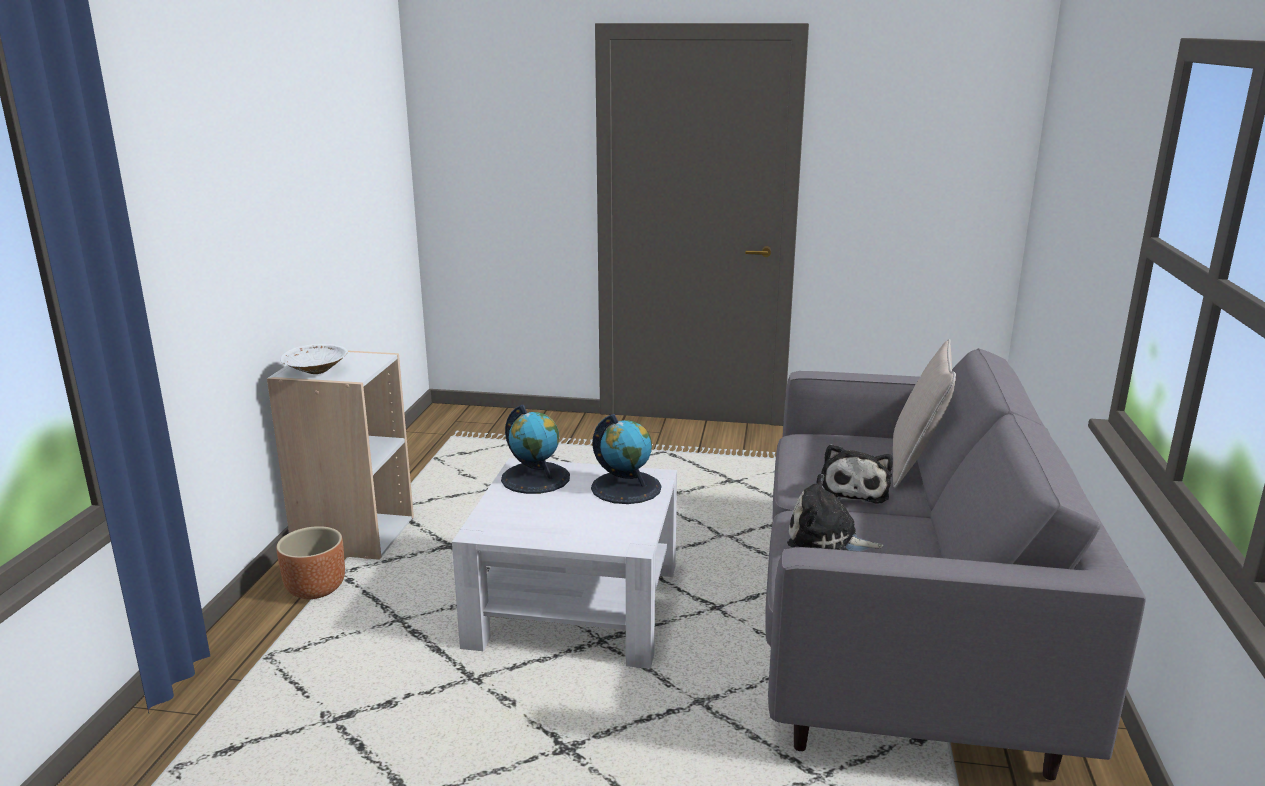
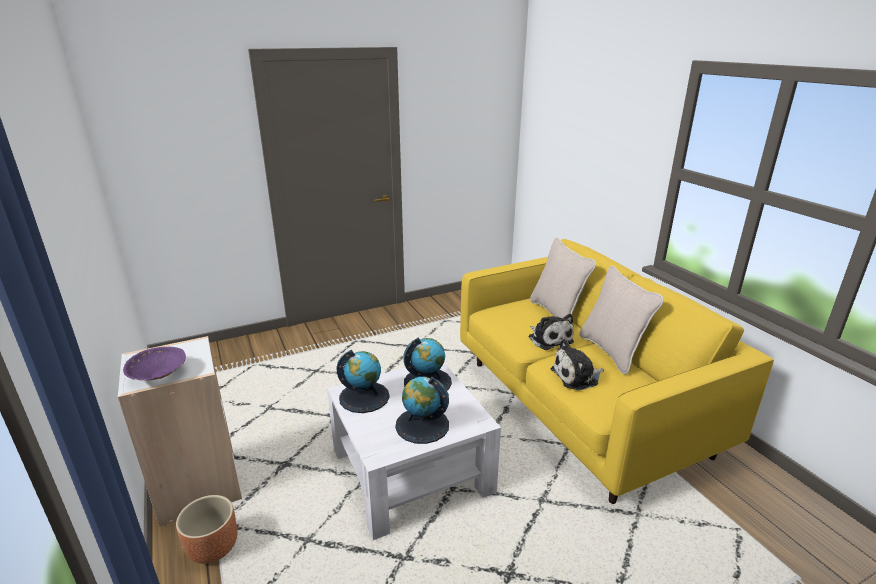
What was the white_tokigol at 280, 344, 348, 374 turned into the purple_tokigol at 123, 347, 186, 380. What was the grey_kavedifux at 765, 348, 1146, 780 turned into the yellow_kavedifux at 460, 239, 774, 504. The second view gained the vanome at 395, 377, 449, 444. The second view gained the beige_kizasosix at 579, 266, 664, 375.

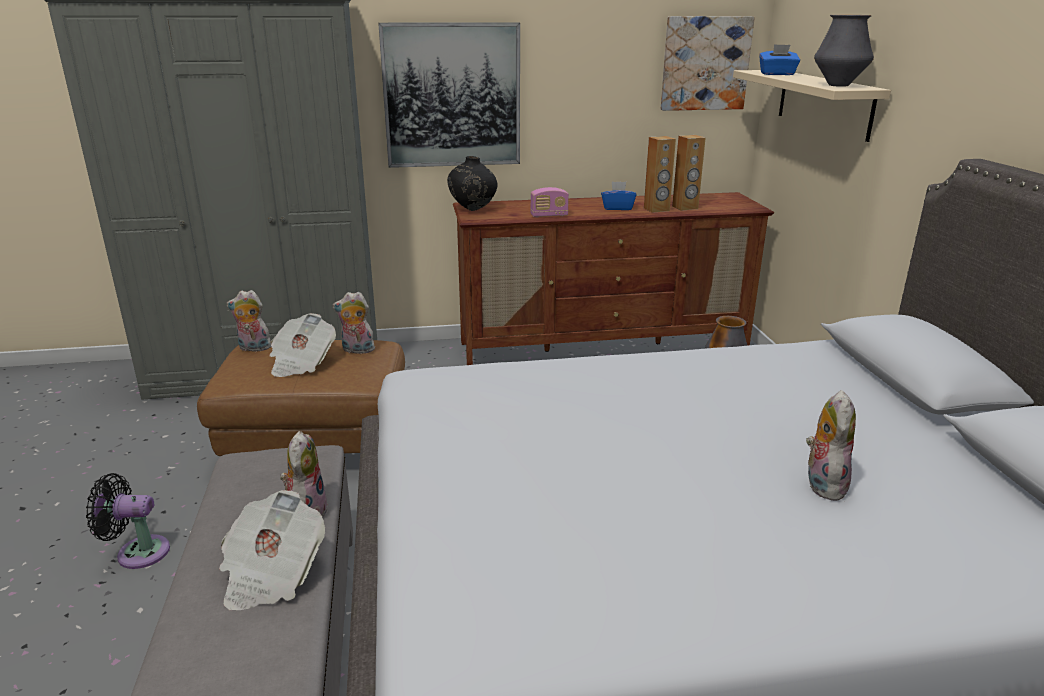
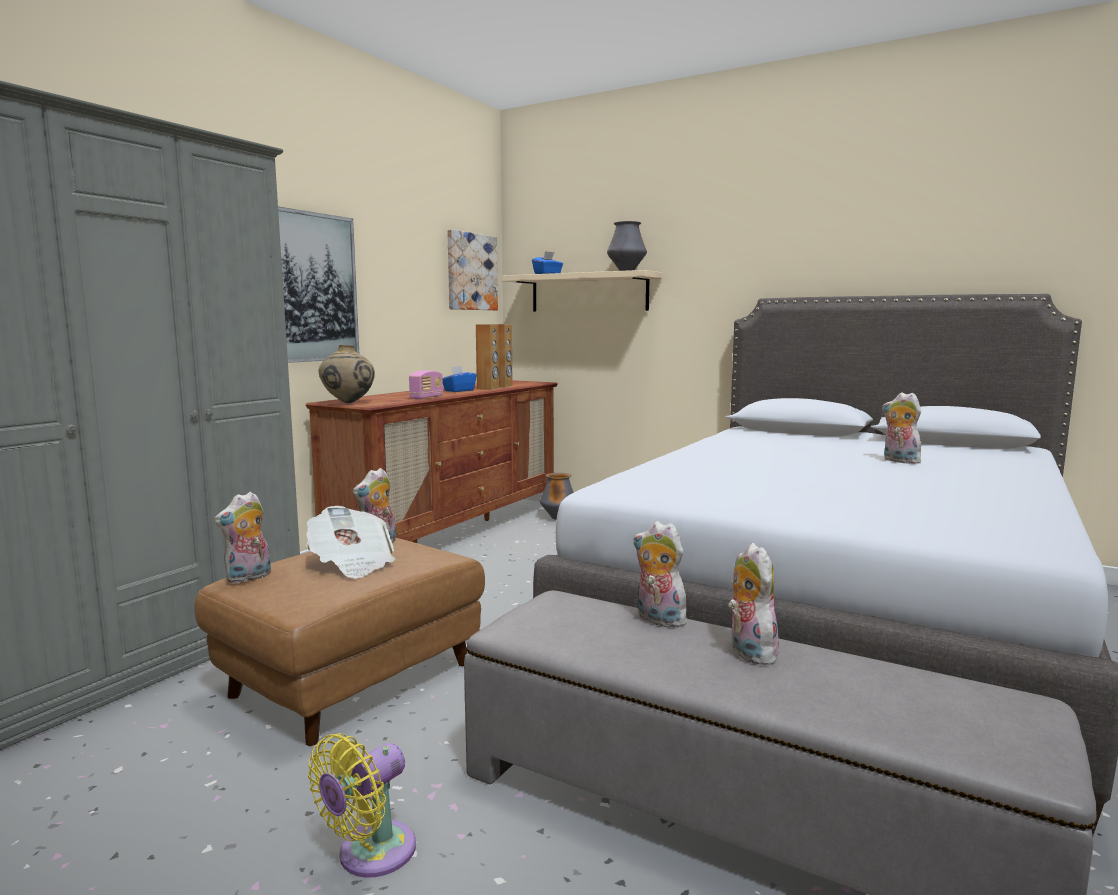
What was the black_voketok at 86, 473, 170, 569 turned into the yellow_voketok at 308, 733, 416, 878. Where the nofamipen stood at 219, 490, 325, 610, the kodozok came to stand at 728, 543, 779, 665. What was the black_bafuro at 447, 156, 498, 211 turned into the beige_bafuro at 319, 345, 375, 403.

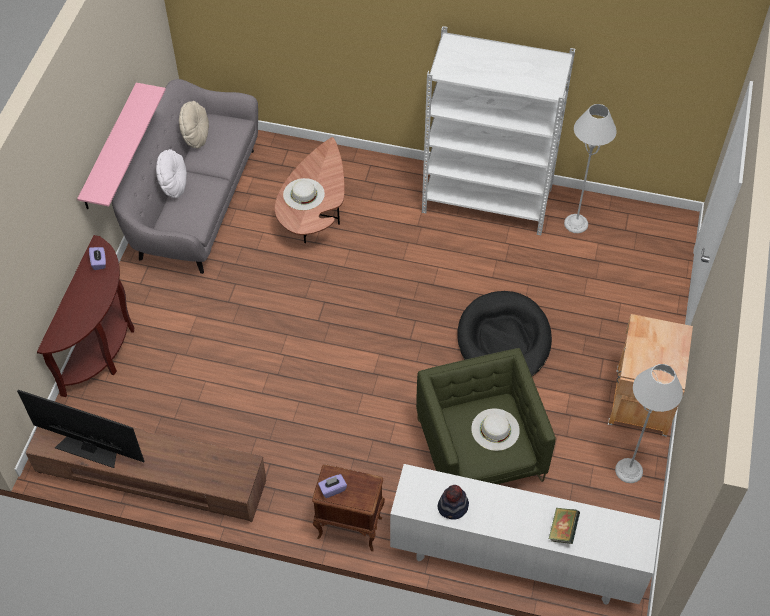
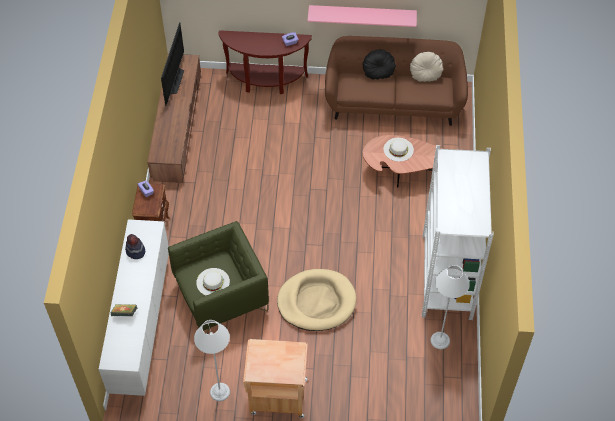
What was the grey_kavedifux at 112, 79, 258, 274 turned into the brown_kavedifux at 325, 36, 468, 126. What was the white_kizasosix at 156, 149, 187, 198 turned into the black_kizasosix at 363, 49, 396, 79. What was the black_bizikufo at 457, 291, 552, 376 turned into the beige_bizikufo at 277, 269, 357, 331.

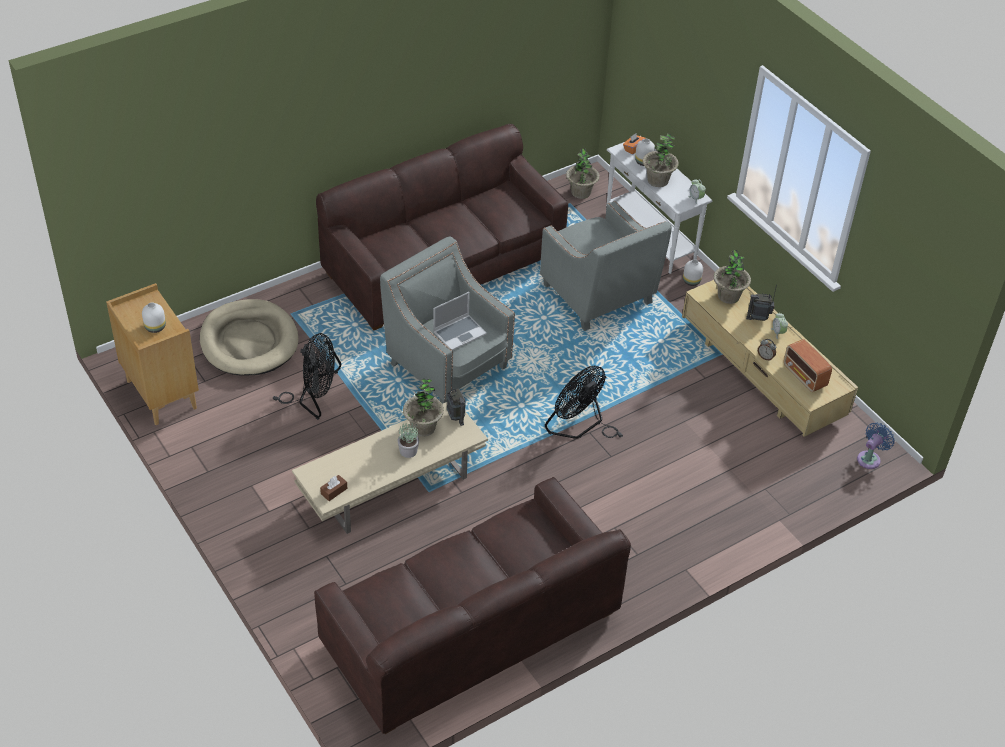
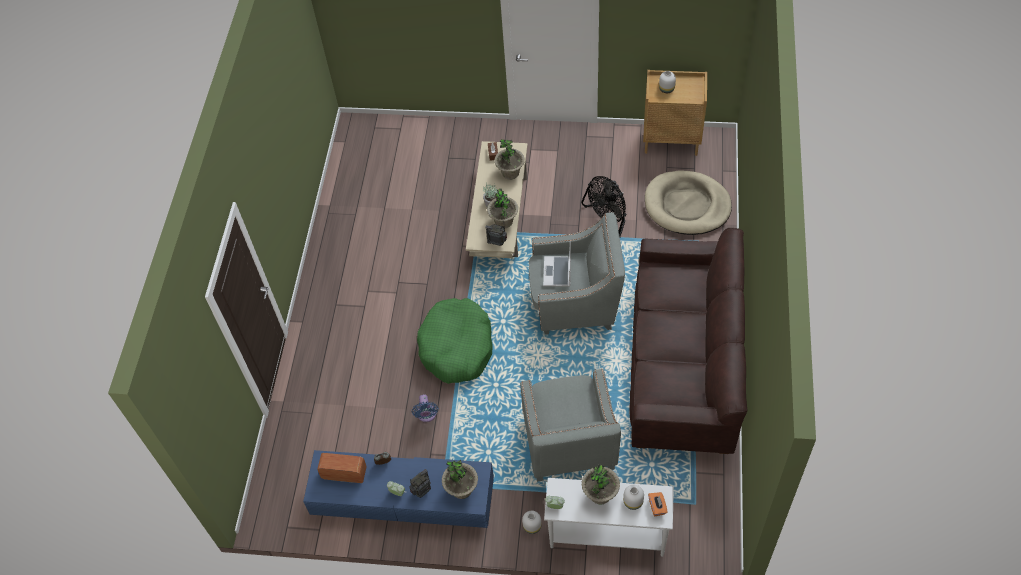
The second view lost the brown_kavedifux at 314, 477, 631, 734. The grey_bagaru at 540, 201, 672, 331 ended up facing another way, 105 degrees counterclockwise from before. Where the black_voketok stood at 545, 366, 623, 439, the green_bizikufo came to stand at 417, 298, 492, 384. The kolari ended up elsewhere, having gone from 566, 149, 599, 199 to 494, 139, 525, 179. What was the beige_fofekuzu at 682, 280, 858, 437 turned into the blue_fofekuzu at 303, 450, 494, 528. The blue_voketok ended up elsewhere, having gone from 857, 422, 895, 469 to 412, 395, 439, 422.

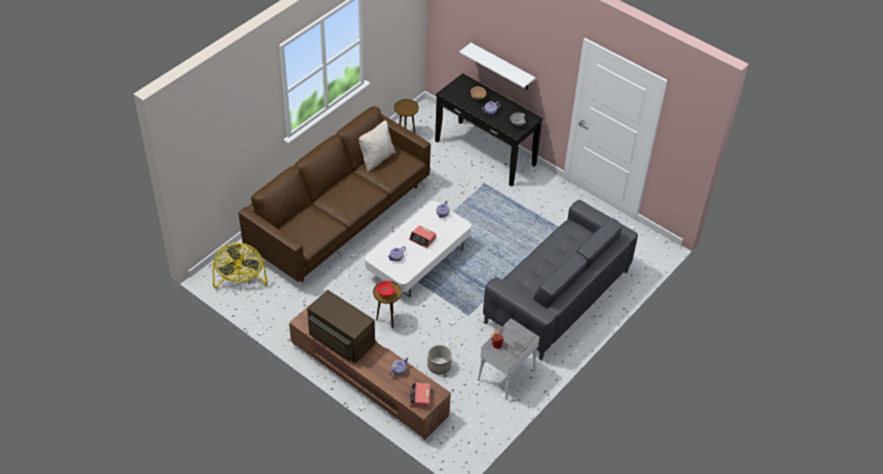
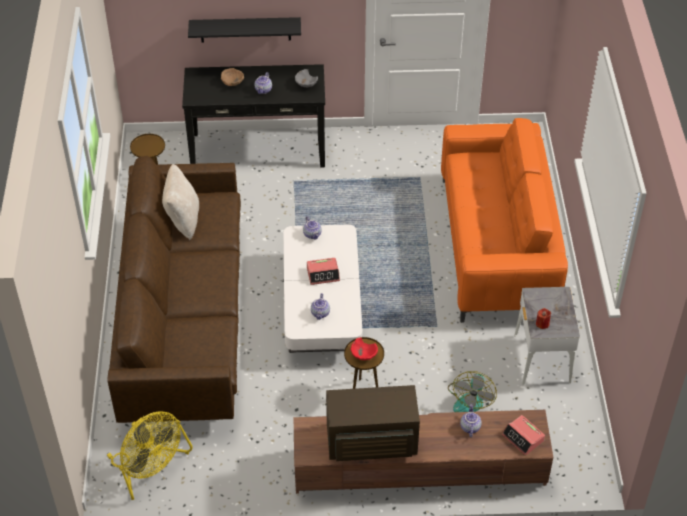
Where the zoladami stood at 427, 345, 452, 374, the voketok came to stand at 448, 371, 497, 412. What was the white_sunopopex at 459, 43, 535, 90 turned into the black_sunopopex at 188, 17, 301, 42. What was the grey_kavedifux at 483, 200, 638, 360 turned into the orange_kavedifux at 441, 118, 568, 323.

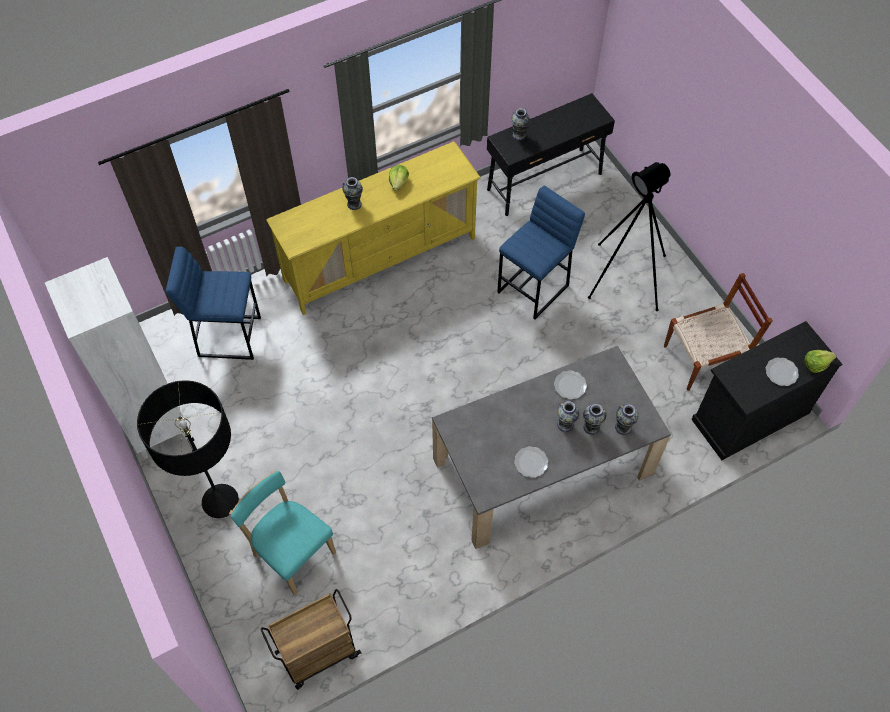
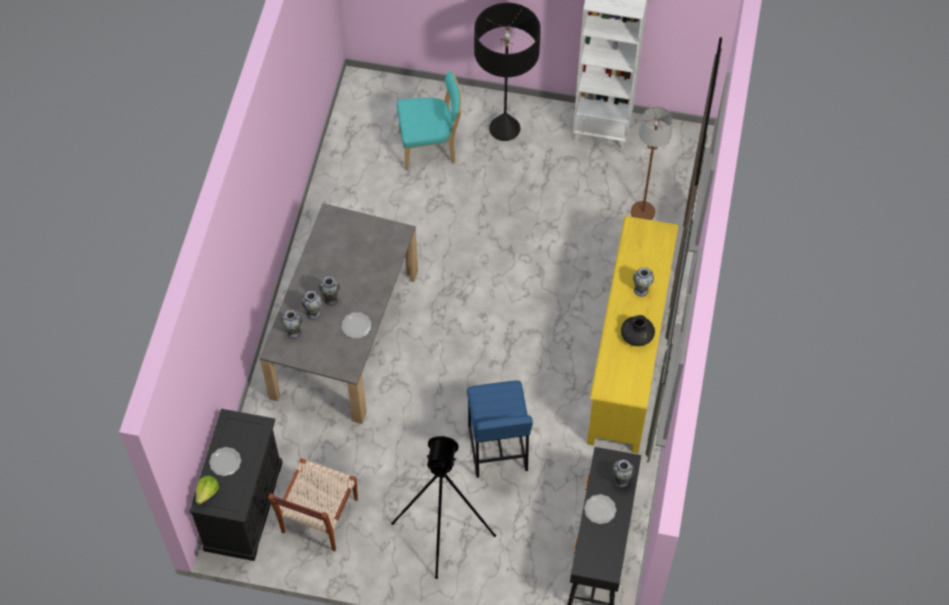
Where the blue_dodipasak stood at 166, 247, 261, 360, the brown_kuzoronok came to stand at 631, 106, 672, 220. The second view lost the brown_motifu at 261, 589, 362, 690. Where the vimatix stood at 389, 165, 409, 191, the black_bafuro came to stand at 621, 315, 655, 346. The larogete ended up elsewhere, having gone from 514, 446, 548, 478 to 584, 494, 616, 524.

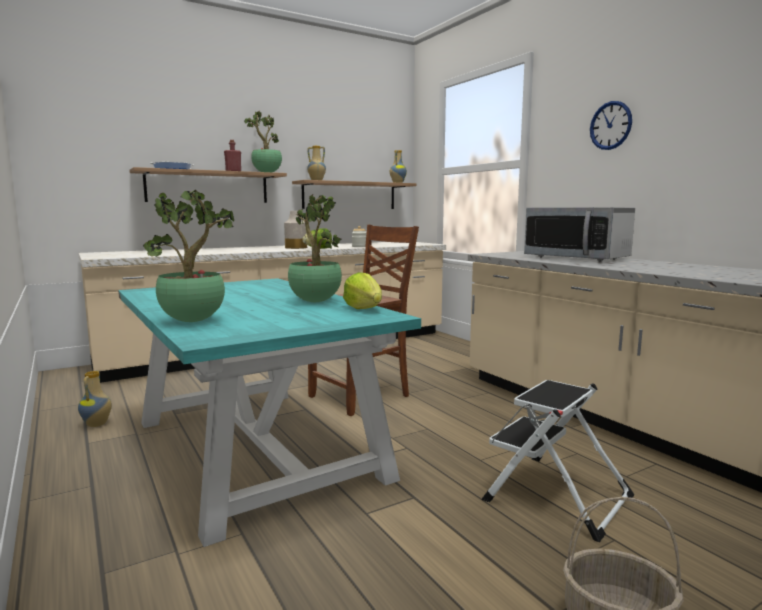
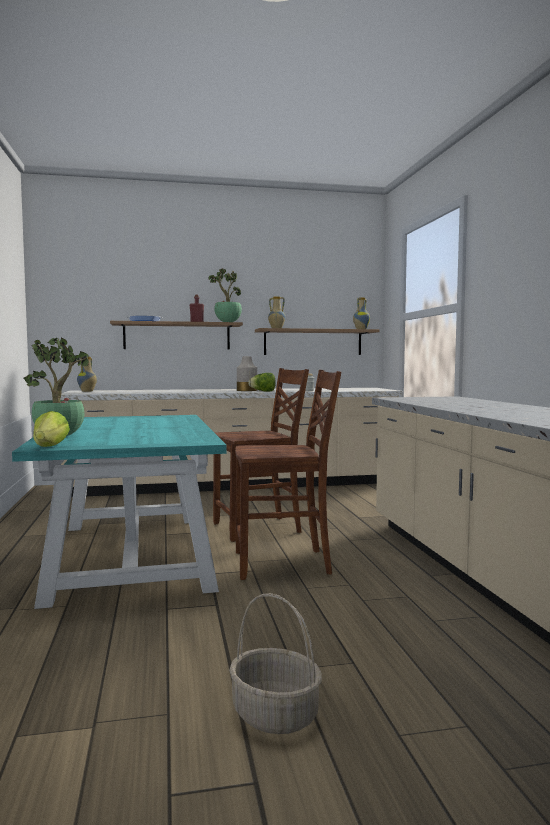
The bafuro ended up elsewhere, having gone from 78, 370, 112, 427 to 77, 357, 97, 392. The second view lost the kolari at 288, 194, 342, 302. The vimatix ended up elsewhere, having gone from 343, 272, 382, 309 to 33, 411, 70, 447. The second view lost the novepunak at 481, 380, 635, 542. The second view lost the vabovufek at 524, 207, 635, 262. The second view lost the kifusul at 590, 101, 632, 150. The second view gained the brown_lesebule at 235, 370, 341, 580.

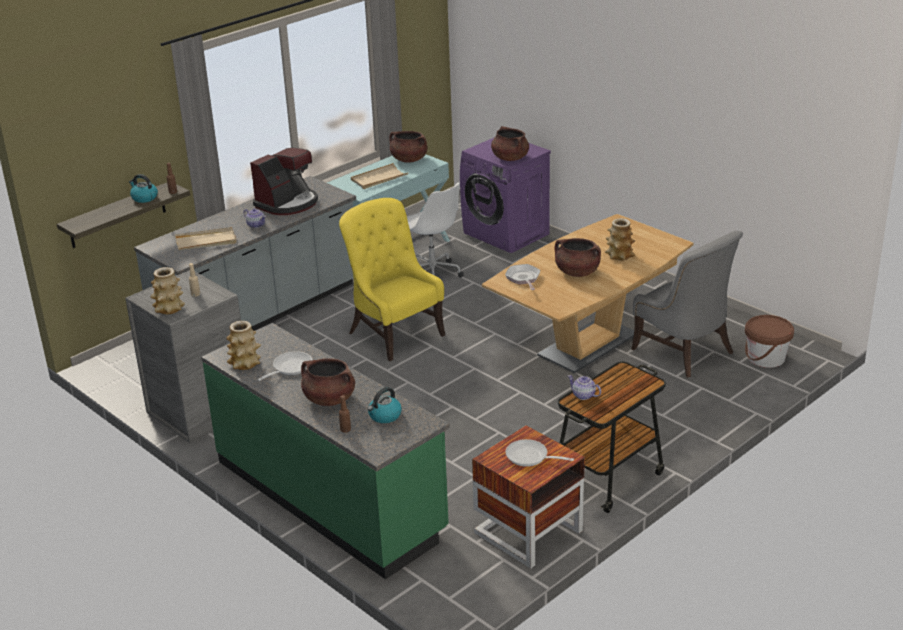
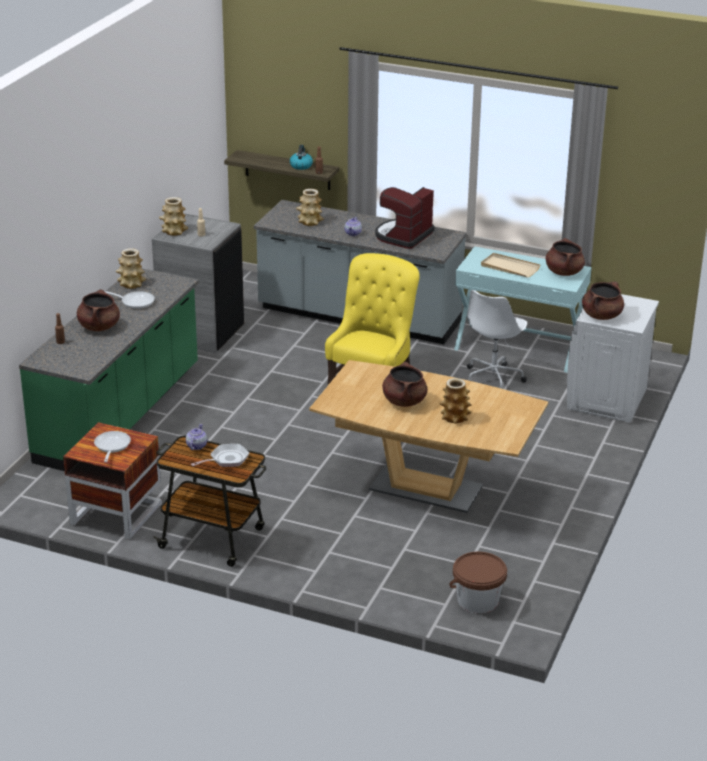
Where the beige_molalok stood at 175, 227, 237, 250, the bafuro came to stand at 296, 189, 324, 226. The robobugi at 250, 148, 318, 215 ended up facing another way, 105 degrees clockwise from before. The second view lost the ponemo at 367, 387, 402, 423. What was the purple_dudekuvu at 460, 137, 551, 253 turned into the white_dudekuvu at 567, 294, 659, 423. The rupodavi ended up elsewhere, having gone from 505, 264, 540, 290 to 191, 444, 249, 467. The second view lost the grey_lesebule at 631, 231, 743, 377.

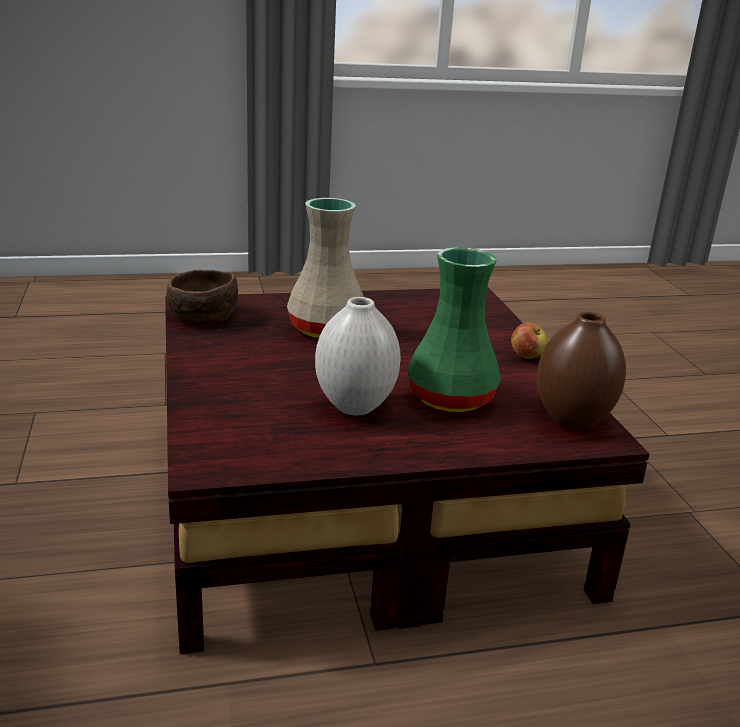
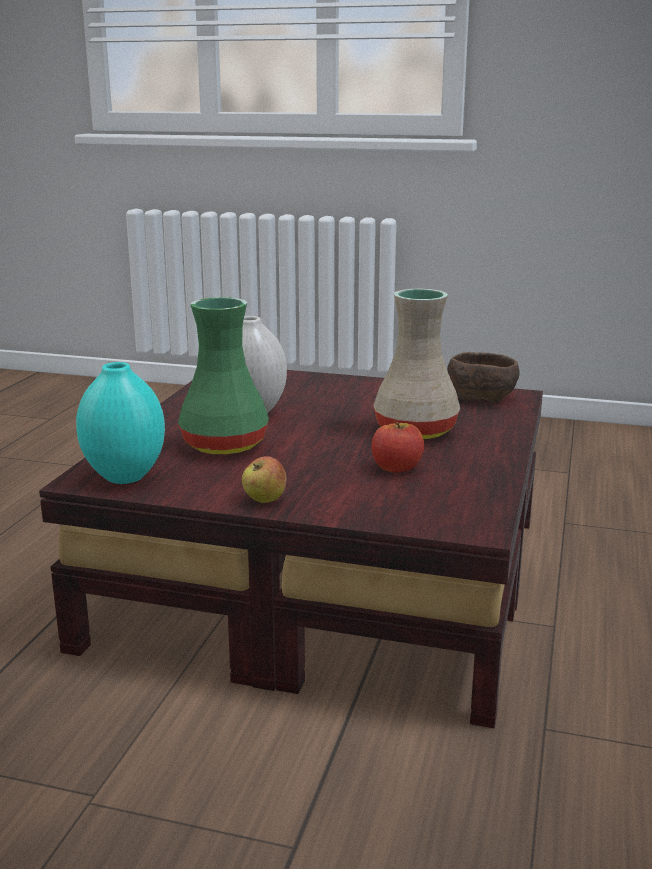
What was the brown_bafuro at 537, 312, 626, 430 turned into the turquoise_bafuro at 76, 362, 165, 484. The second view gained the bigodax at 372, 422, 424, 472.

